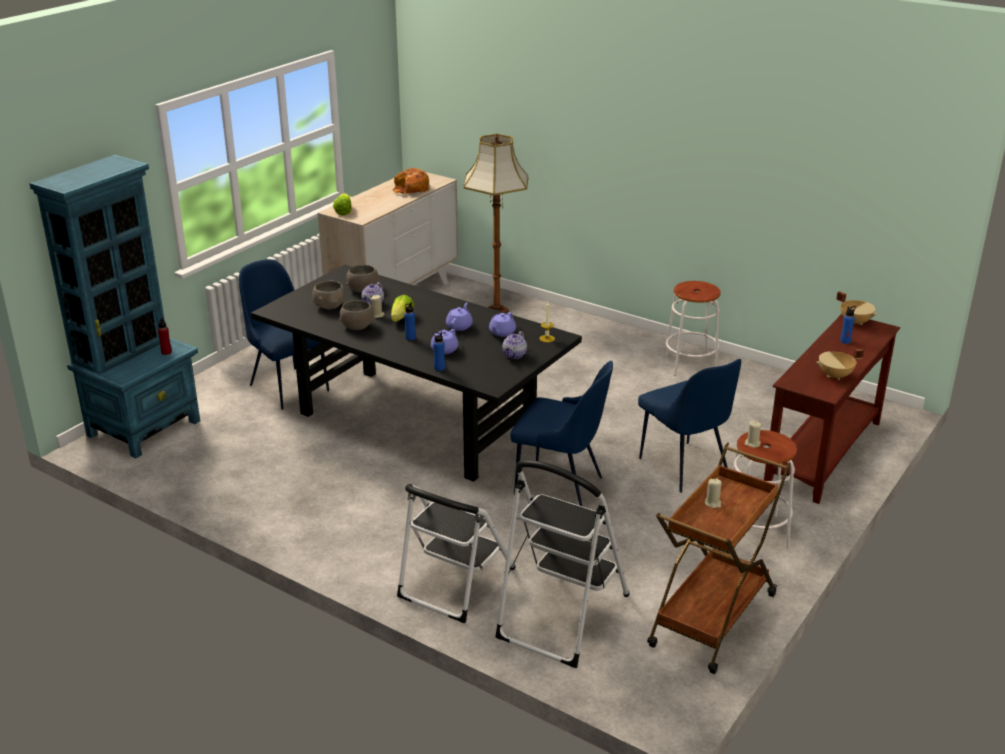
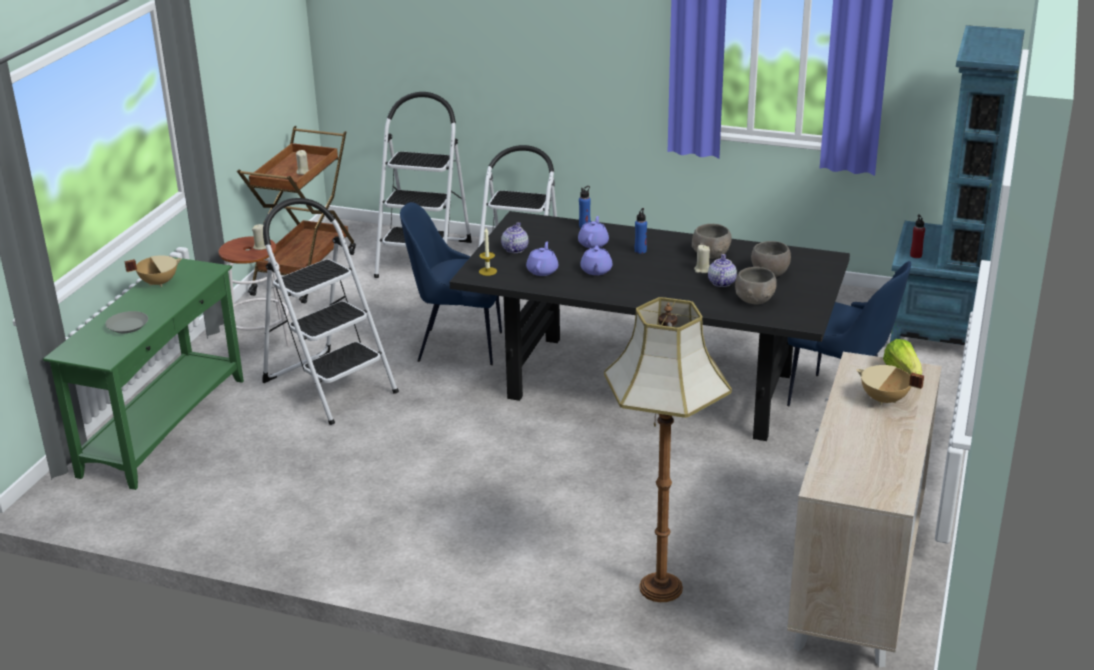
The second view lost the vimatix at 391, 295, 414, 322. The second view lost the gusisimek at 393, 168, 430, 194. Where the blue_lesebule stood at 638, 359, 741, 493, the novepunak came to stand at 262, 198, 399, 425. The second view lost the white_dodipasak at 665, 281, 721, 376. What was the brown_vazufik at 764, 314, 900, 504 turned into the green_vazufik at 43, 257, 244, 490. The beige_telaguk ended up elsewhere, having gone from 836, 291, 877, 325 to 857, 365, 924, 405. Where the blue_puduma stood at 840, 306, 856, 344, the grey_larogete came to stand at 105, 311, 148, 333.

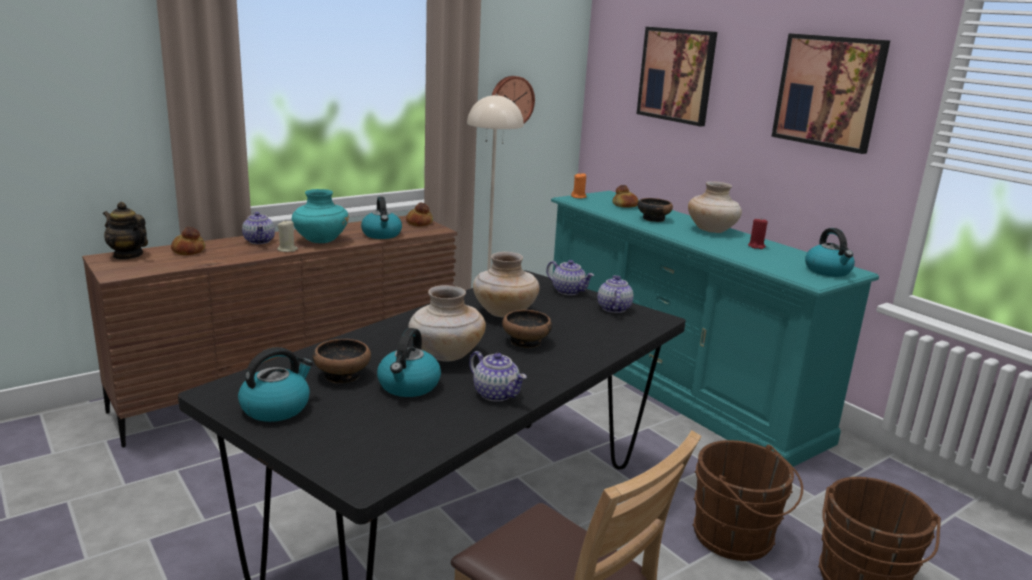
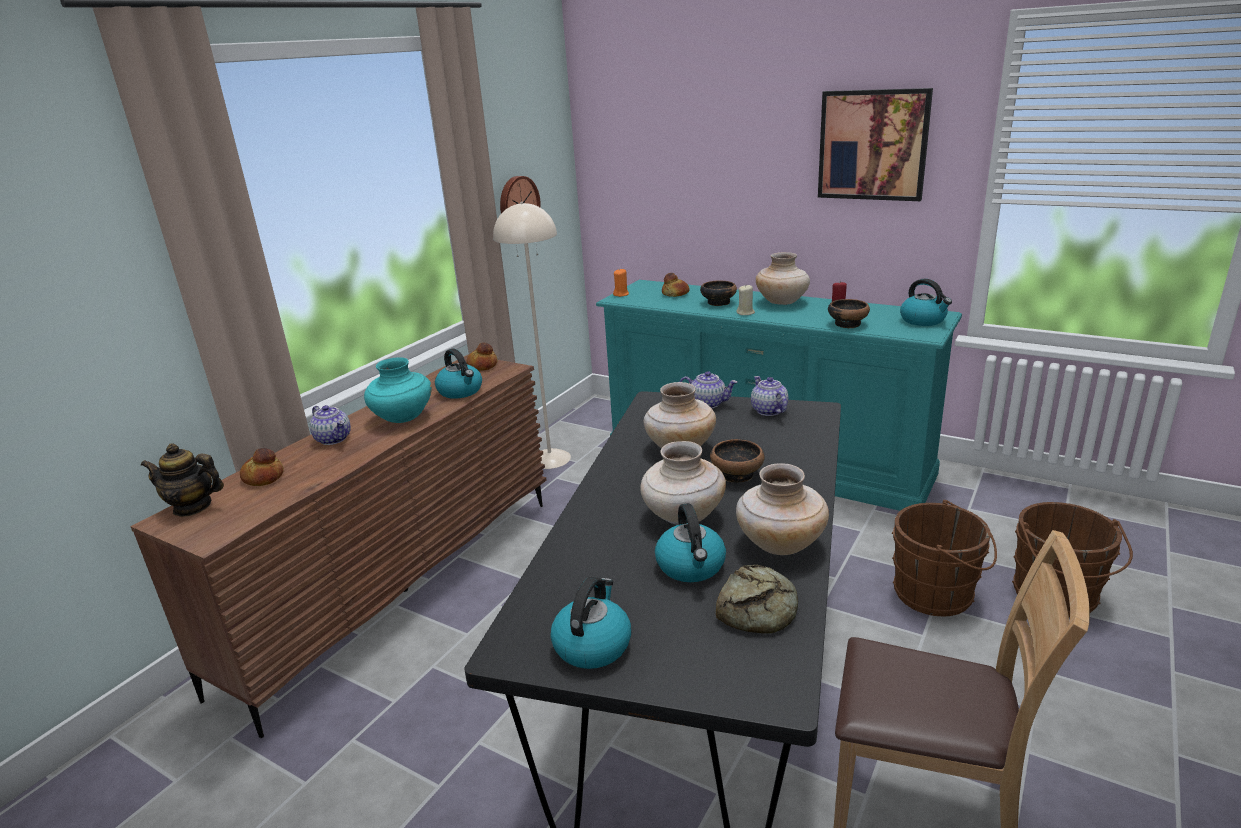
The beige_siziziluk ended up elsewhere, having gone from 277, 221, 298, 252 to 737, 285, 755, 315. The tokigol ended up elsewhere, having gone from 313, 338, 371, 383 to 828, 299, 870, 328. Where the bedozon stood at 469, 351, 527, 402, the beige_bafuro came to stand at 736, 463, 829, 555. The second view lost the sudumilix at 637, 27, 717, 126. The second view gained the gusisimek at 716, 565, 798, 634.

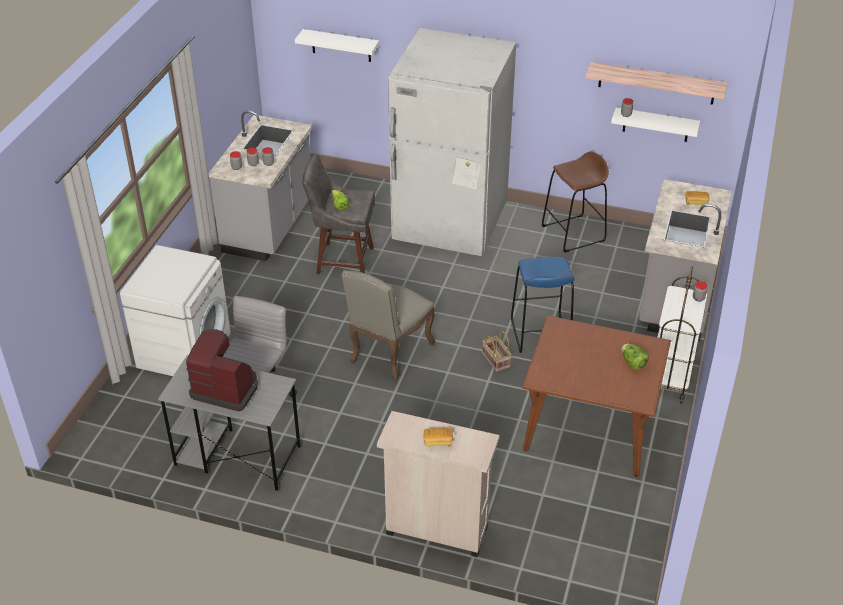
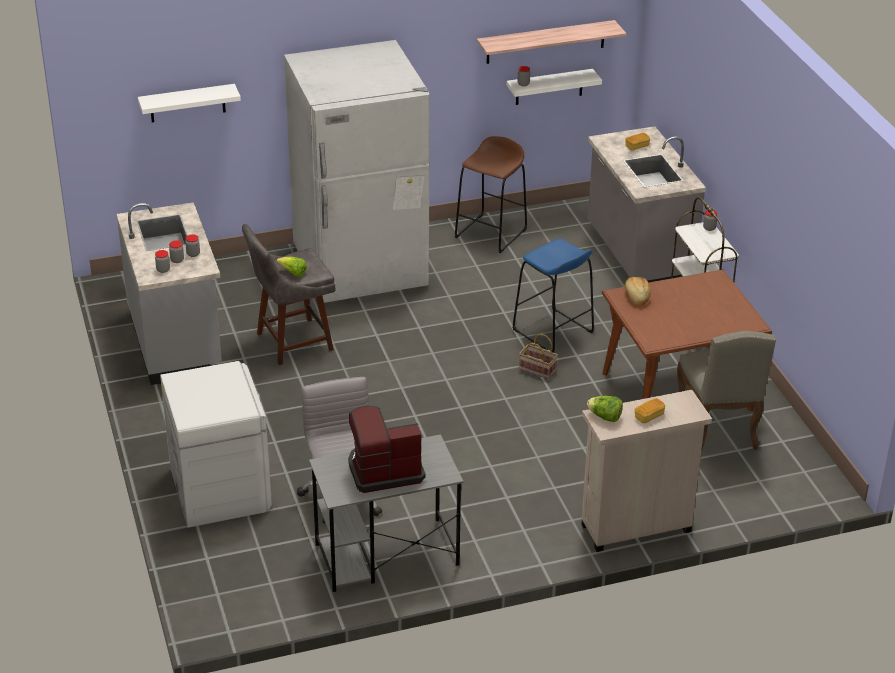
The grey_lesebule ended up elsewhere, having gone from 342, 270, 435, 381 to 677, 331, 776, 451. The vimatix ended up elsewhere, having gone from 621, 343, 649, 370 to 587, 396, 623, 422. The second view gained the gusisimek at 624, 277, 651, 306.

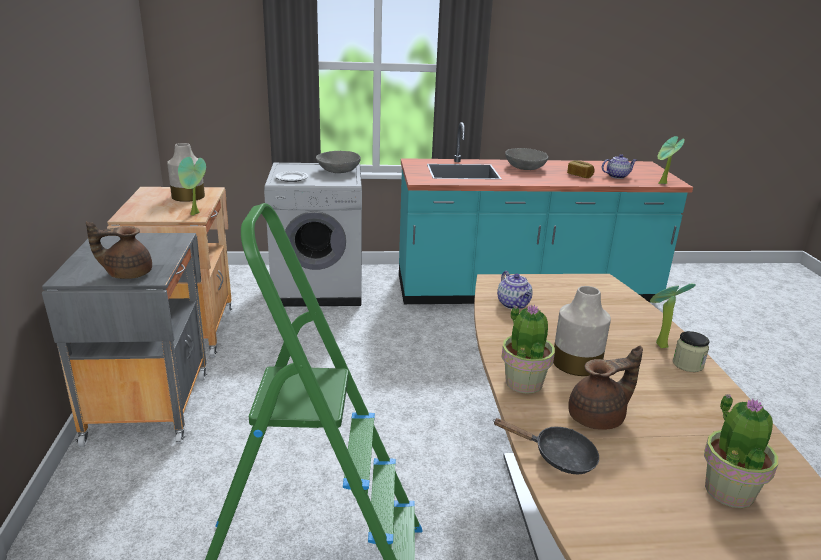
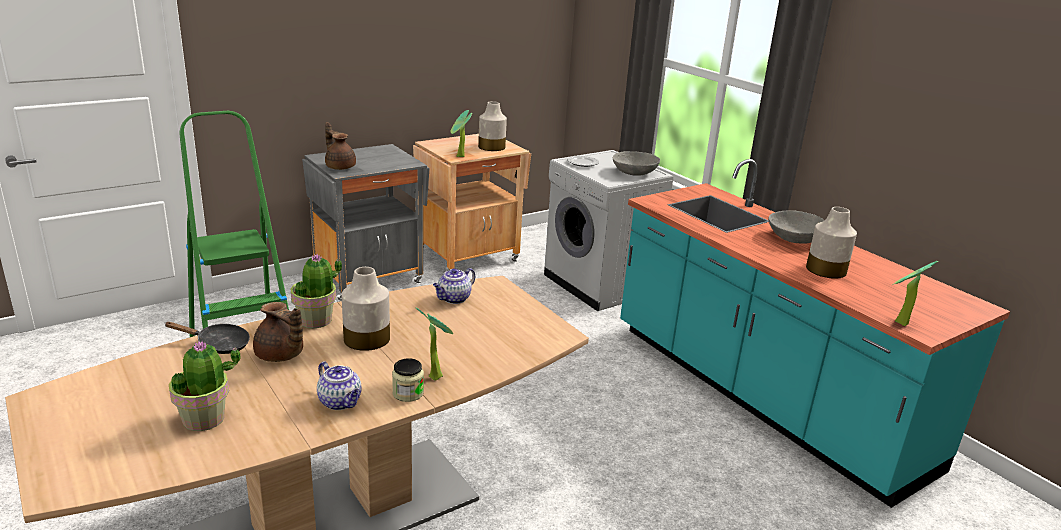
The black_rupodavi at 493, 418, 599, 474 ended up facing another way, 75 degrees counterclockwise from before. Where the gusisimek stood at 567, 160, 595, 178, the beige_bafuro came to stand at 806, 207, 857, 279. The bedozon ended up elsewhere, having gone from 602, 154, 637, 179 to 317, 361, 362, 410.

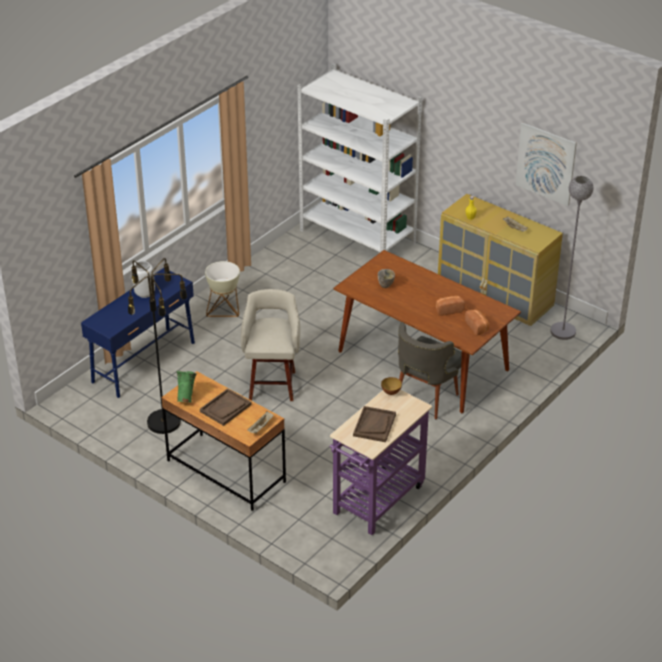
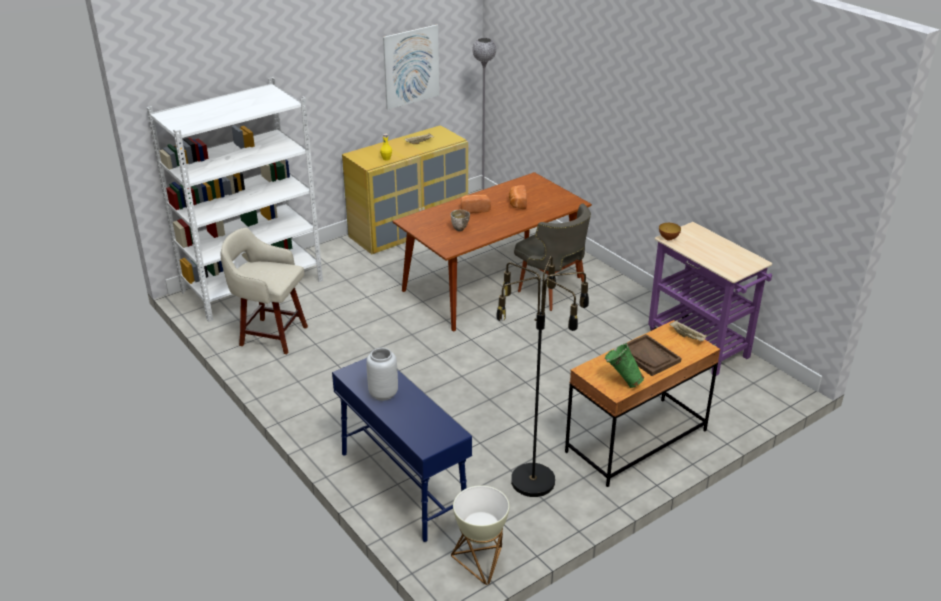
The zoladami ended up elsewhere, having gone from 205, 261, 240, 317 to 451, 485, 509, 585. The beige_dodipasak ended up elsewhere, having gone from 241, 289, 300, 401 to 220, 228, 308, 354. The second view lost the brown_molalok at 353, 406, 396, 442. The gusisimek ended up elsewhere, having gone from 465, 310, 489, 335 to 461, 194, 491, 213.

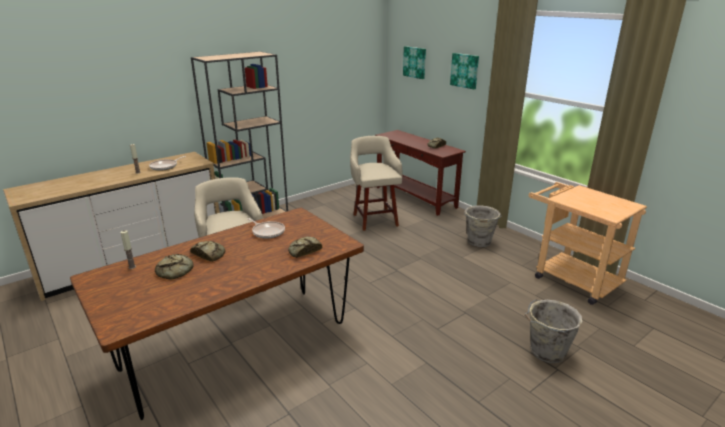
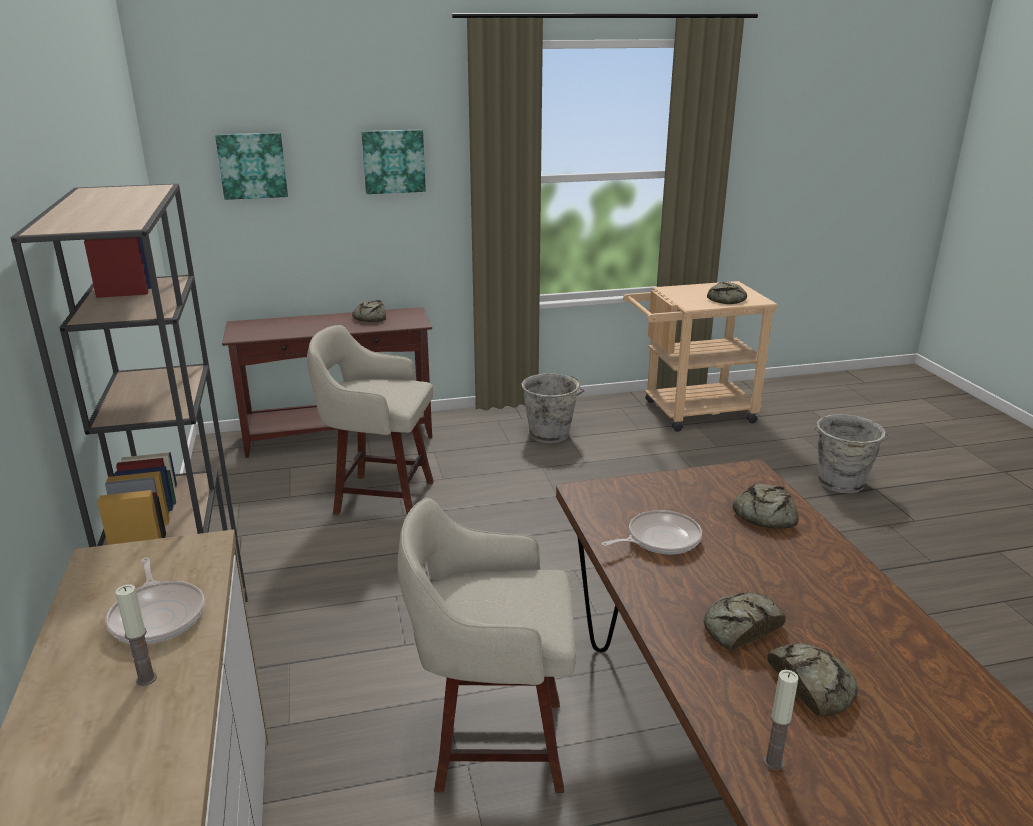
The second view gained the gusisimek at 707, 282, 747, 304.

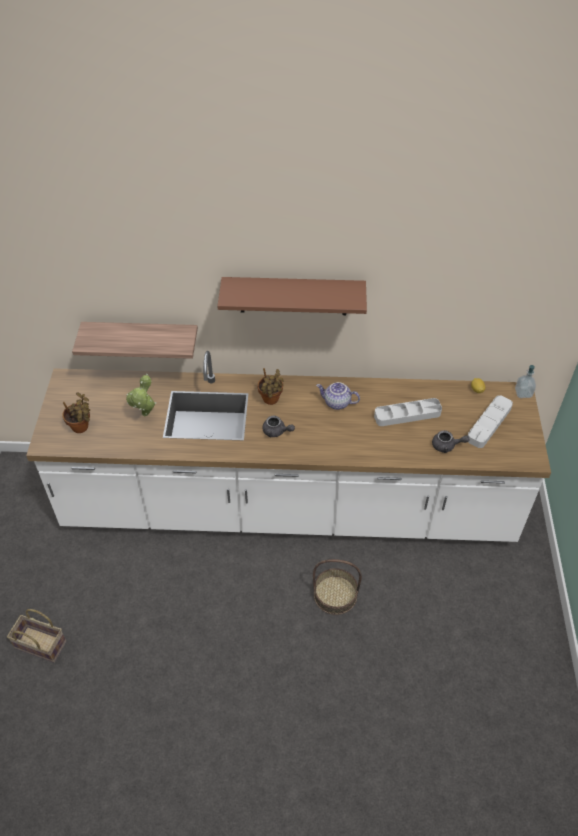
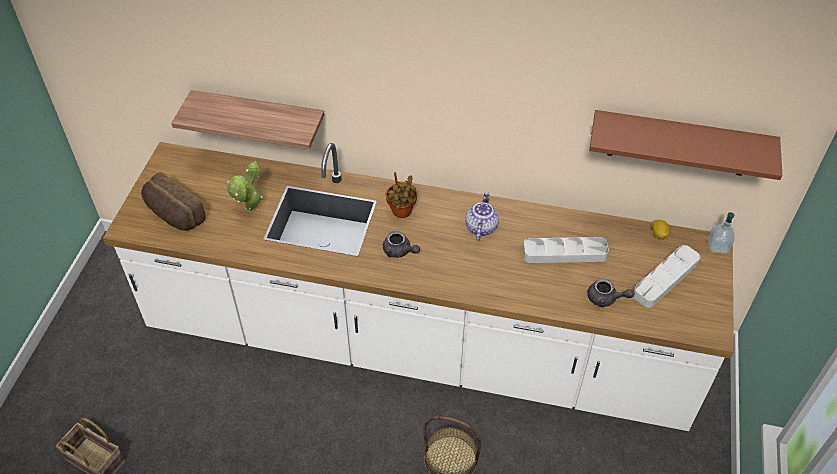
Where the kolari stood at 62, 393, 90, 433, the gusisimek came to stand at 141, 172, 206, 231. The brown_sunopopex ended up elsewhere, having gone from 217, 277, 367, 315 to 589, 110, 782, 180. The bedozon at 316, 382, 360, 410 ended up facing another way, 75 degrees clockwise from before.

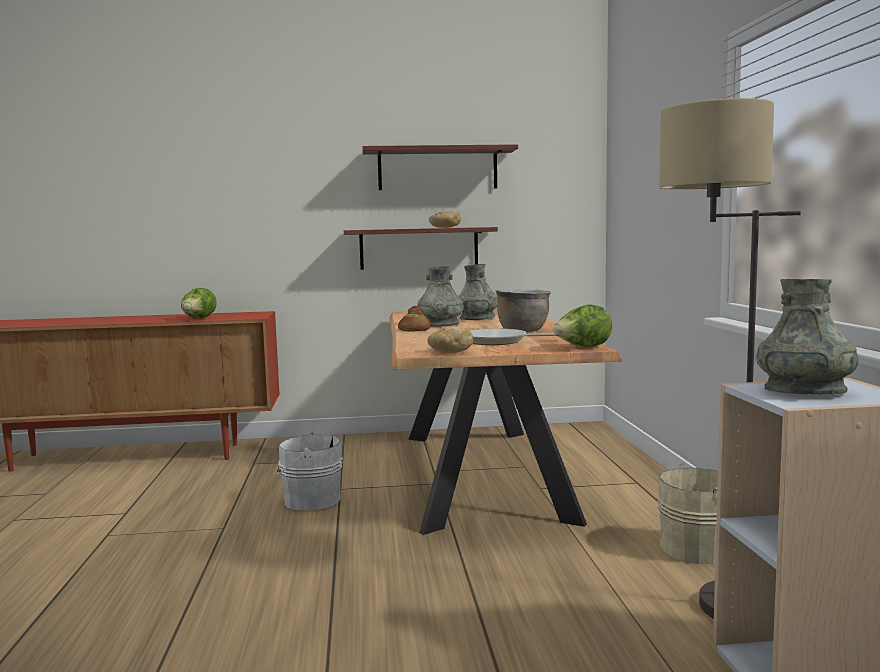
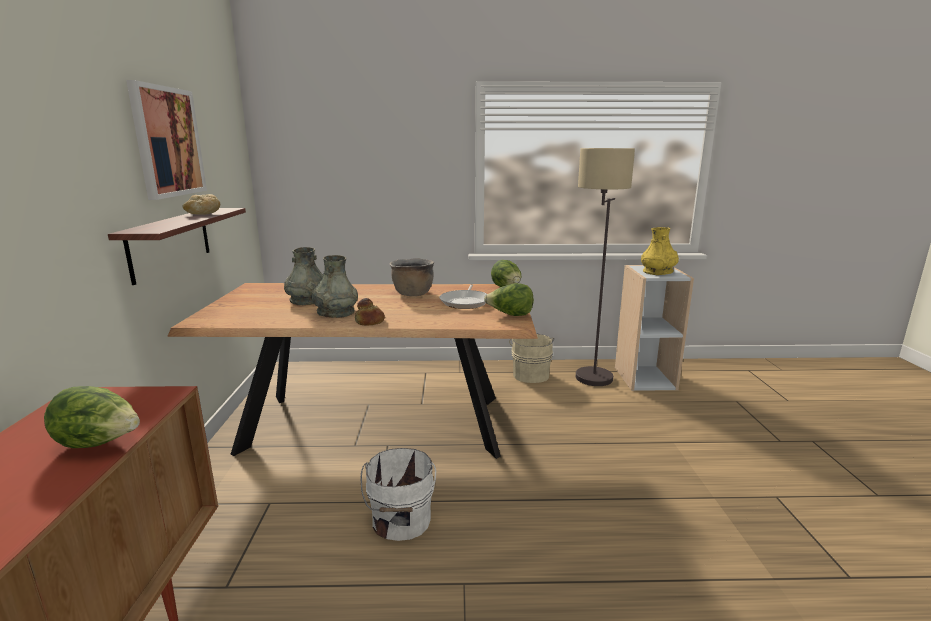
Where the sunopopex hung at 362, 144, 518, 190, the sudumilix came to hang at 126, 80, 207, 200. Where the gusisimek stood at 427, 326, 473, 353, the vimatix came to stand at 484, 283, 534, 316. What was the grey_bafuro at 756, 279, 858, 395 turned into the yellow_bafuro at 641, 227, 679, 275.

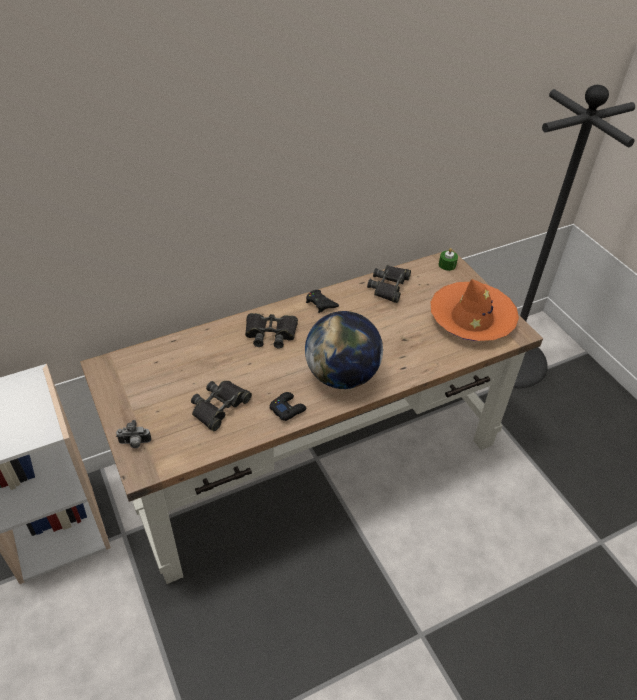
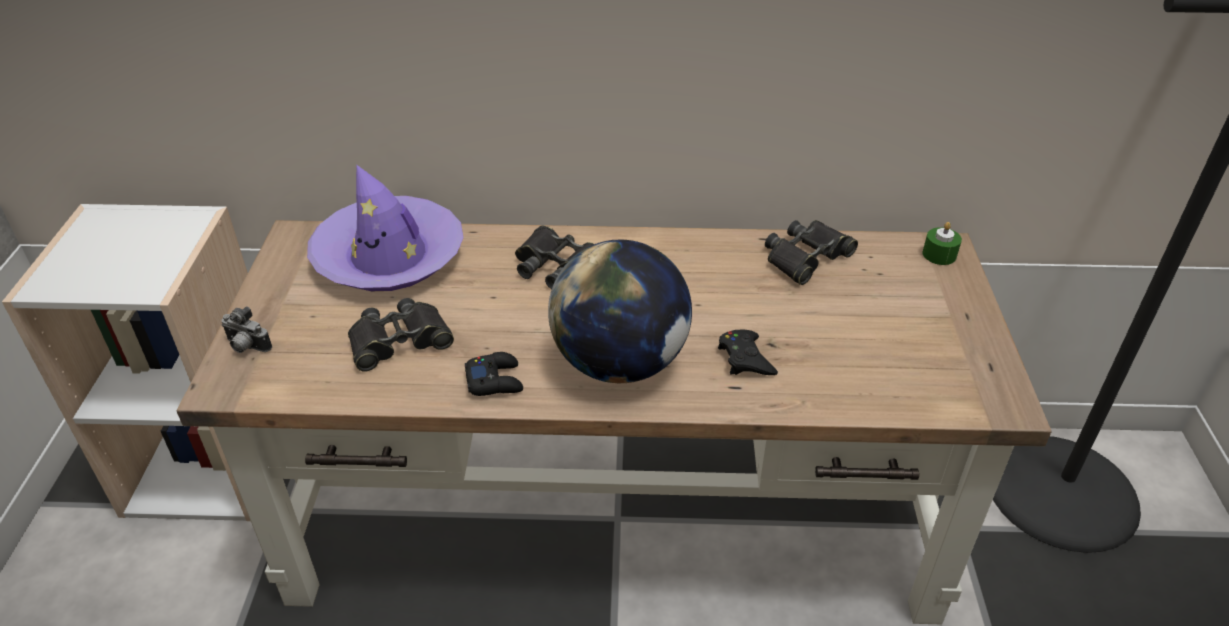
The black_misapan ended up elsewhere, having gone from 306, 290, 339, 313 to 718, 330, 778, 375. The second view lost the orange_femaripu at 431, 279, 519, 341. The second view gained the purple_femaripu at 307, 164, 464, 291.

